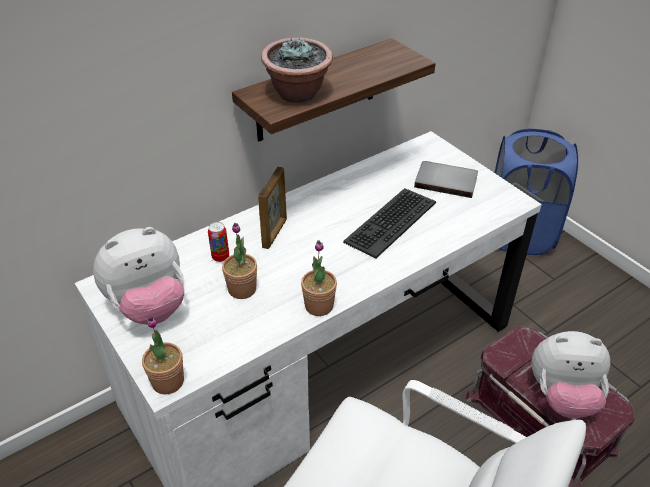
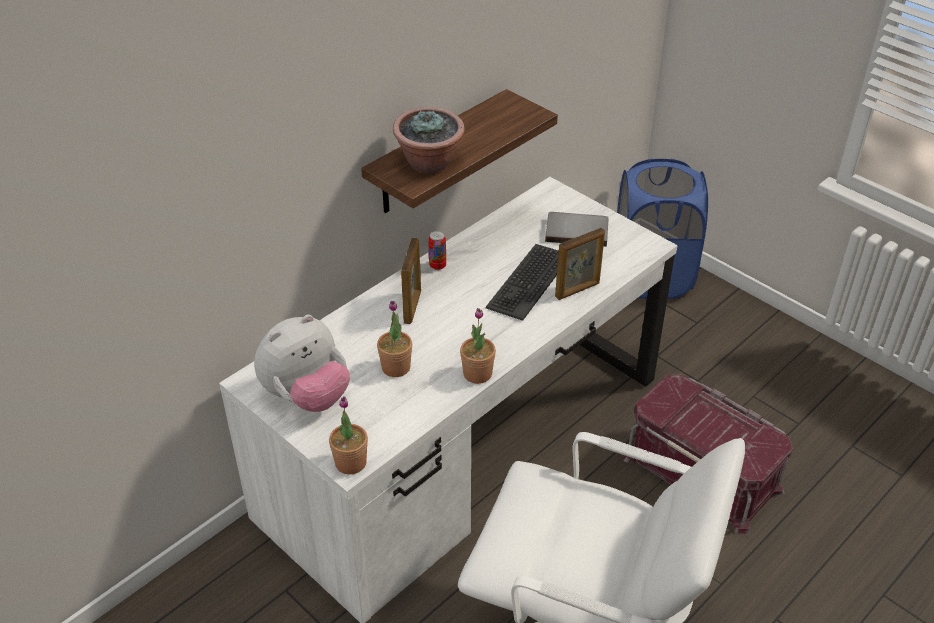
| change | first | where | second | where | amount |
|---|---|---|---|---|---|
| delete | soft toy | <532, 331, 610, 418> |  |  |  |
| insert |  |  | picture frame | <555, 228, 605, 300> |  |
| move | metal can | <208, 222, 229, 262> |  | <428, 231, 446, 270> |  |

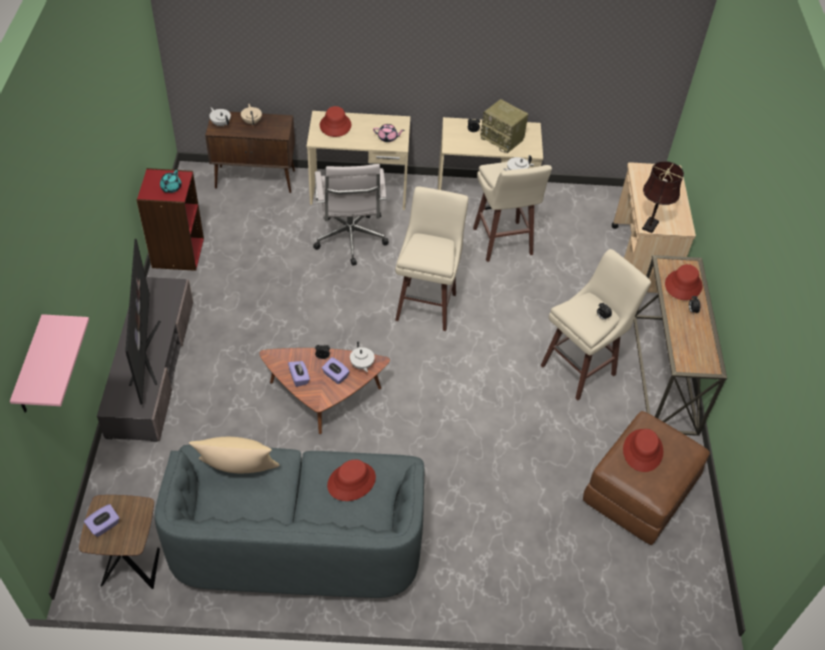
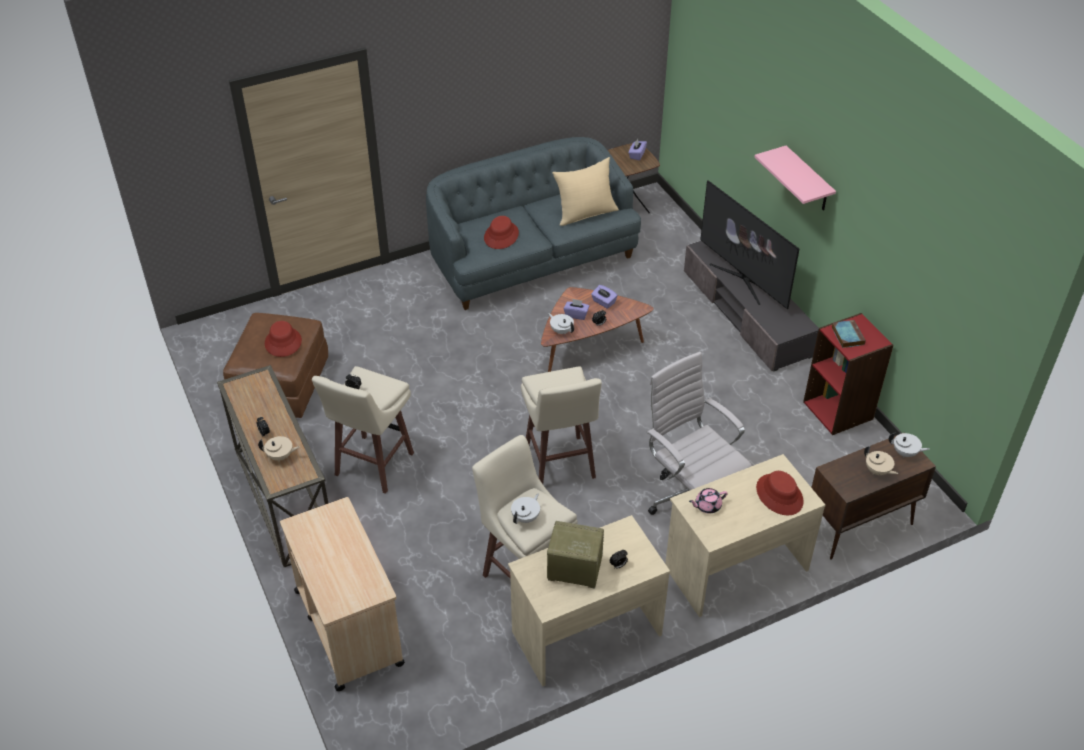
| change | first | where | second | where | amount |
|---|---|---|---|---|---|
| delete | brownish tabletop lamp | <642, 161, 684, 233> |  |  |  |
| move | pink wall shelf | <10, 314, 89, 413> |  | <754, 146, 836, 211> |  |
| replace | turquoise-coloured teapot | <160, 170, 182, 193> | bound book | <832, 320, 866, 348> |  |
| replace | red clothing hat | <665, 264, 702, 300> | beige-coloured teapot | <258, 436, 300, 461> |  |

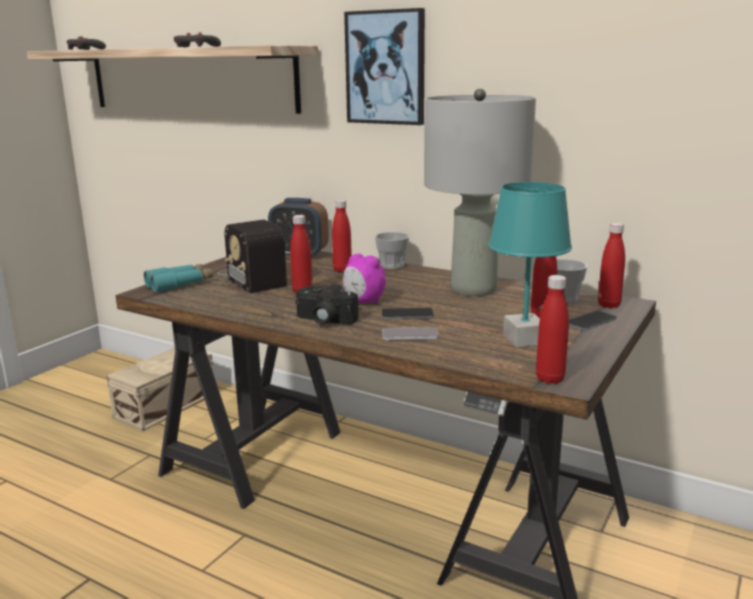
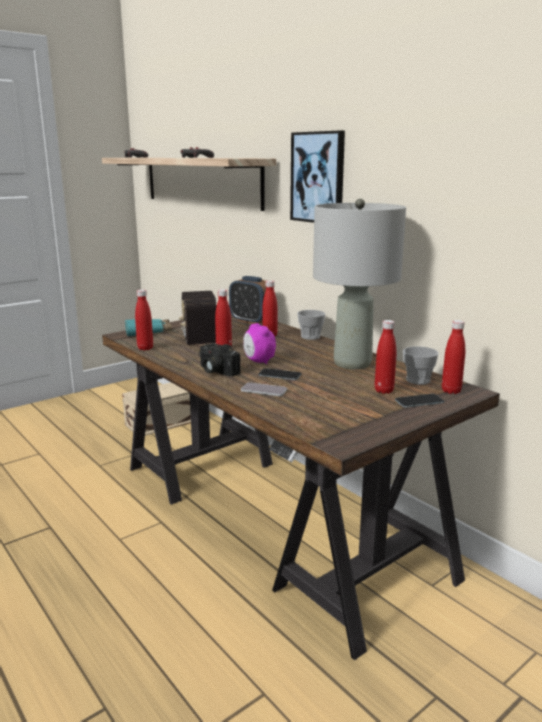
| change | first | where | second | where | amount |
|---|---|---|---|---|---|
| delete | turquoise-coloured tabletop lamp | <488, 182, 572, 347> |  |  |  |
| move | red drink bottle | <536, 275, 569, 384> |  | <135, 289, 153, 350> |  |

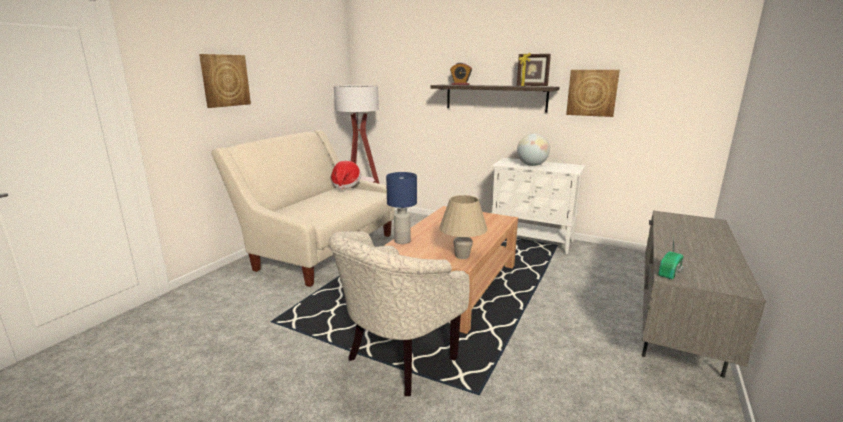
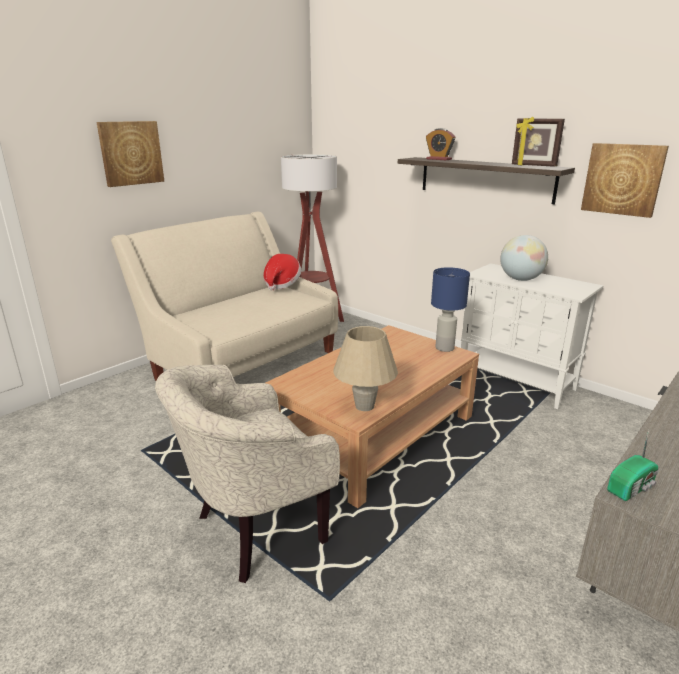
| change | first | where | second | where | amount |
|---|---|---|---|---|---|
| move | blue tabletop lamp | <386, 172, 417, 244> |  | <431, 267, 470, 352> |  |

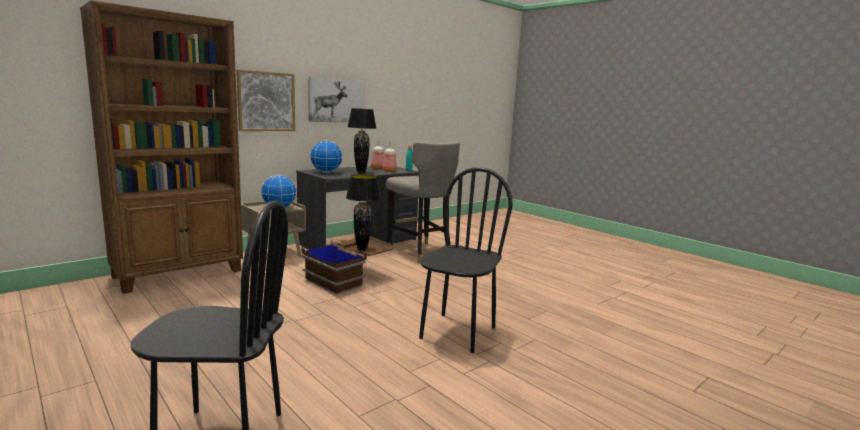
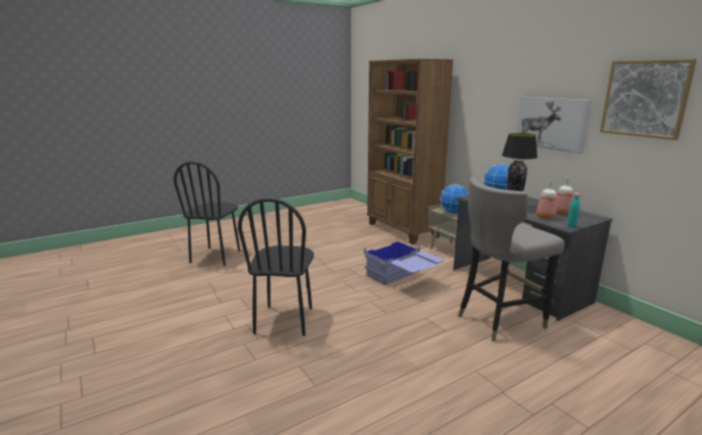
| change | first | where | second | where | amount |
|---|---|---|---|---|---|
| delete | black-coloured tabletop lamp | <346, 175, 380, 250> |  |  |  |
| move | wall picture | <236, 70, 295, 131> |  | <600, 59, 697, 140> |  |
| recolor | brownish storage box | <302, 239, 393, 295> | blue storage box | <364, 242, 444, 285> |  |
| rotate | black-coloured upright chair | <419, 167, 512, 353> |  | <238, 198, 314, 336> | 60 degrees clockwise |

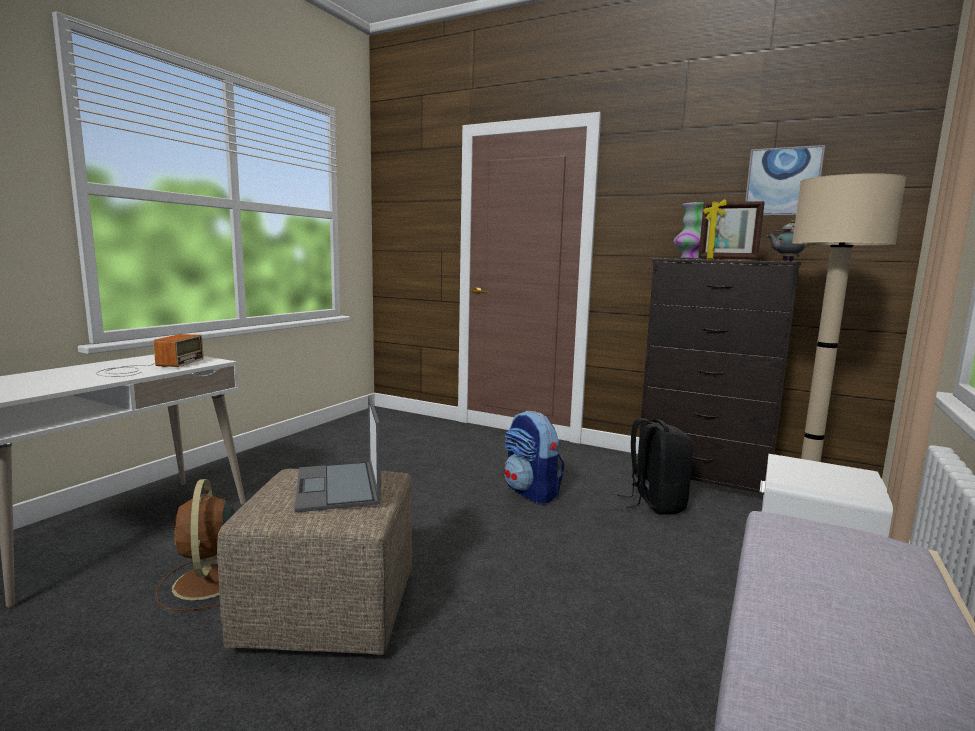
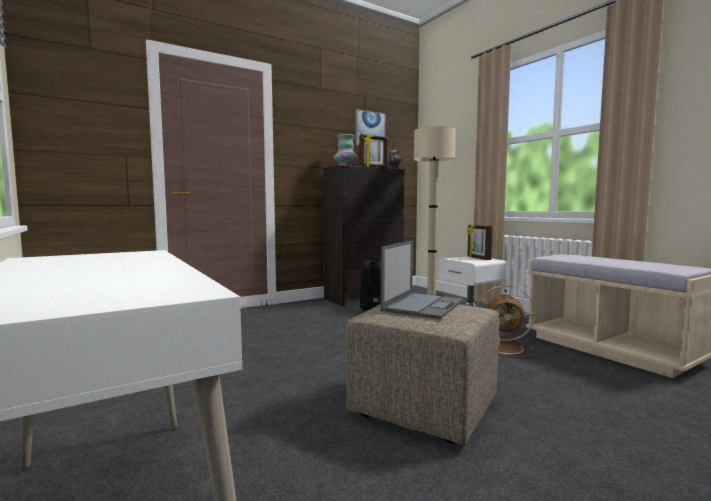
| change | first | where | second | where | amount |
|---|---|---|---|---|---|
| delete | radio set | <96, 334, 204, 377> |  |  |  |
| delete | knapsack | <504, 411, 565, 503> |  |  |  |
| insert |  |  | picture frame | <467, 224, 492, 260> |  |
| move | brownish cooling fan | <156, 479, 236, 611> |  | <477, 286, 535, 358> |  |
| rotate | laptop | <295, 395, 381, 512> |  | <380, 241, 463, 319> | 75 degrees counterclockwise |

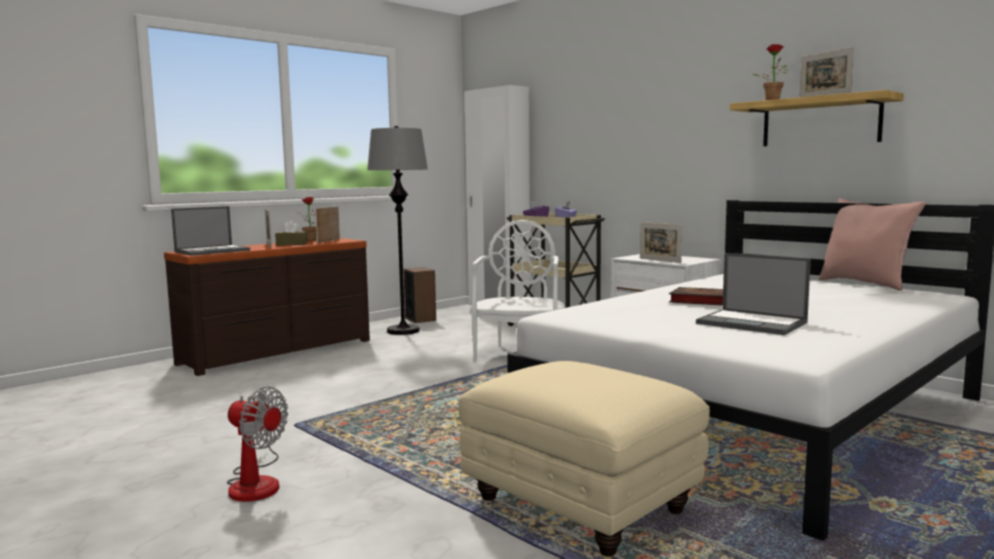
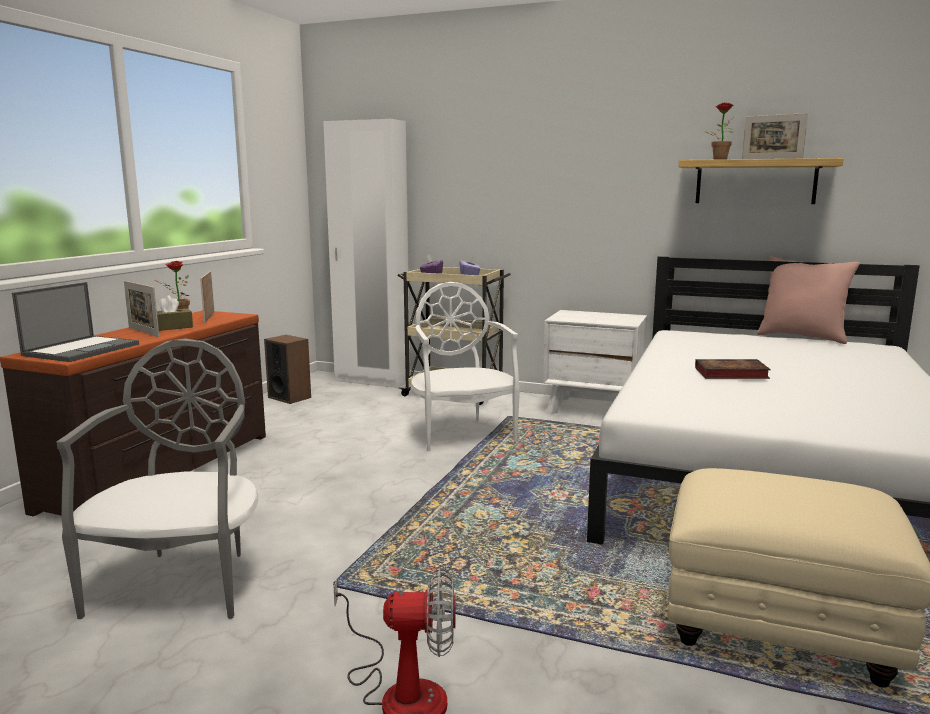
| change | first | where | second | where | amount |
|---|---|---|---|---|---|
| delete | greyish standard lamp | <367, 125, 428, 335> |  |  |  |
| delete | picture frame | <640, 222, 682, 263> |  |  |  |
| delete | laptop | <696, 253, 811, 335> |  |  |  |
| insert |  |  | greyish upright chair | <56, 338, 258, 619> |  |

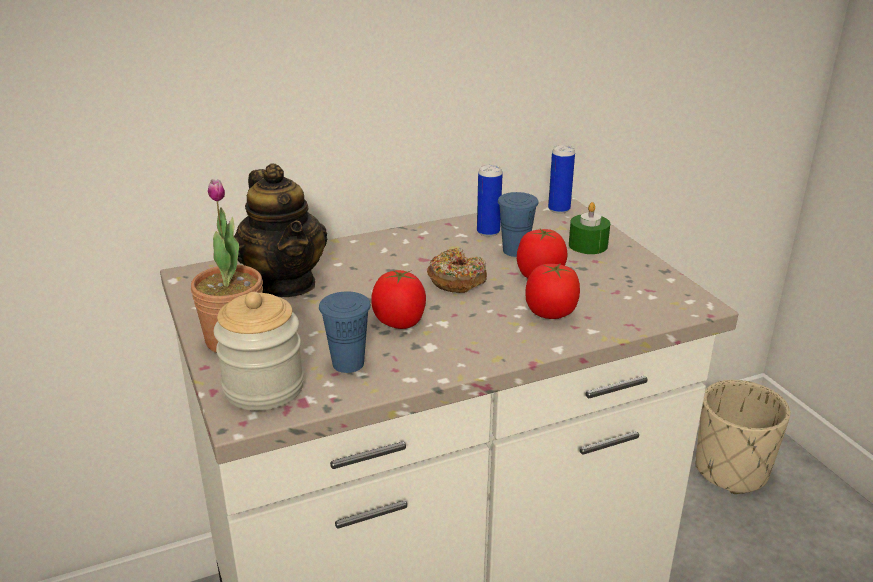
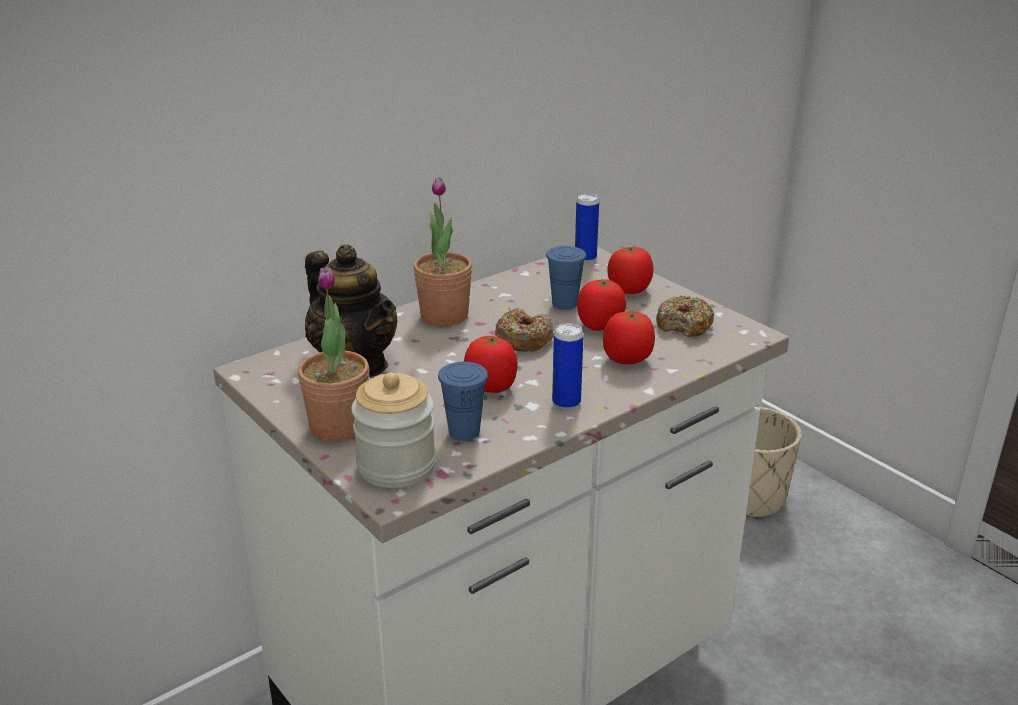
| change | first | where | second | where | amount |
|---|---|---|---|---|---|
| insert |  |  | houseplant | <413, 177, 472, 326> |  |
| insert |  |  | doughnut | <656, 295, 715, 337> |  |
| move | metal can | <477, 164, 503, 237> |  | <552, 323, 584, 409> |  |
| replace | green candle | <569, 202, 610, 254> | tomato | <608, 246, 654, 294> |  |

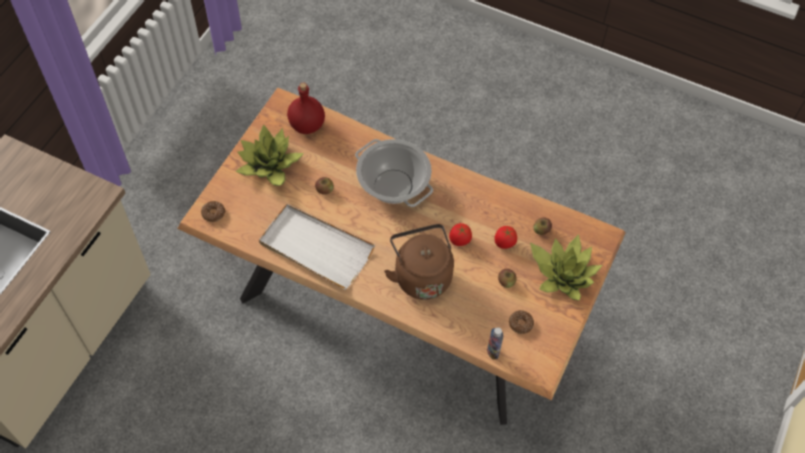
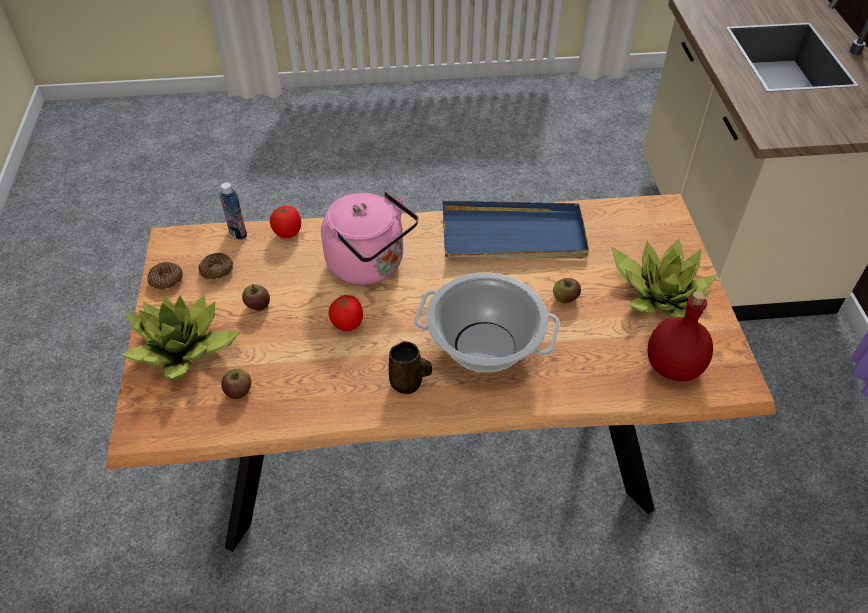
| change | first | where | second | where | amount |
|---|---|---|---|---|---|
| insert |  |  | brownish tea mug | <389, 341, 432, 394> |  |
| move | doughnut | <201, 201, 225, 222> |  | <147, 262, 183, 290> |  |
| move | tomato | <494, 226, 517, 249> |  | <270, 205, 301, 238> |  |
| recolor | white-coloured carrying tray | <259, 204, 375, 290> | blue carrying tray | <443, 200, 589, 258> |  |
| recolor | brownish kettle | <384, 224, 454, 300> | pink kettle | <321, 192, 418, 285> |  |

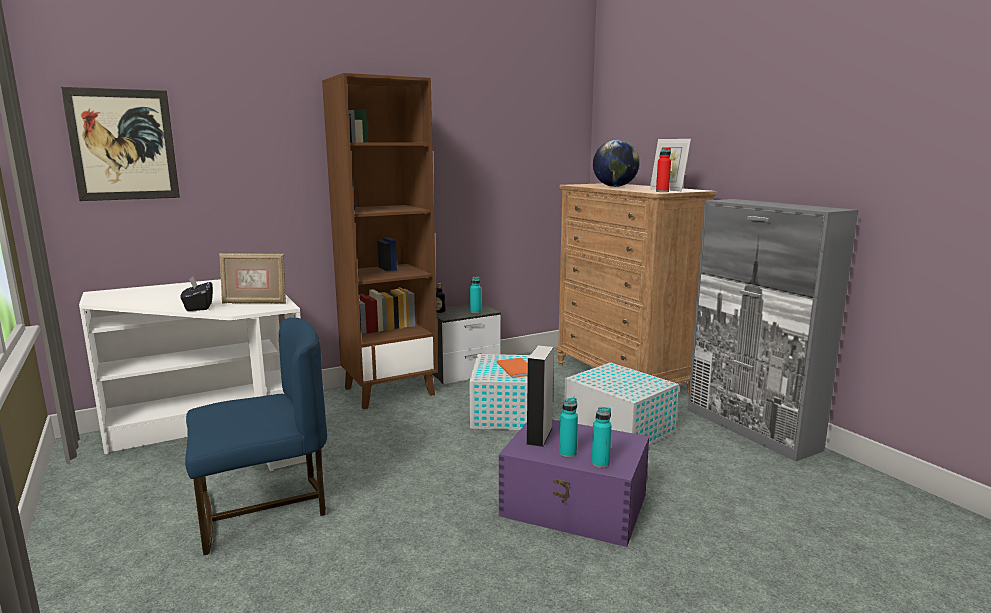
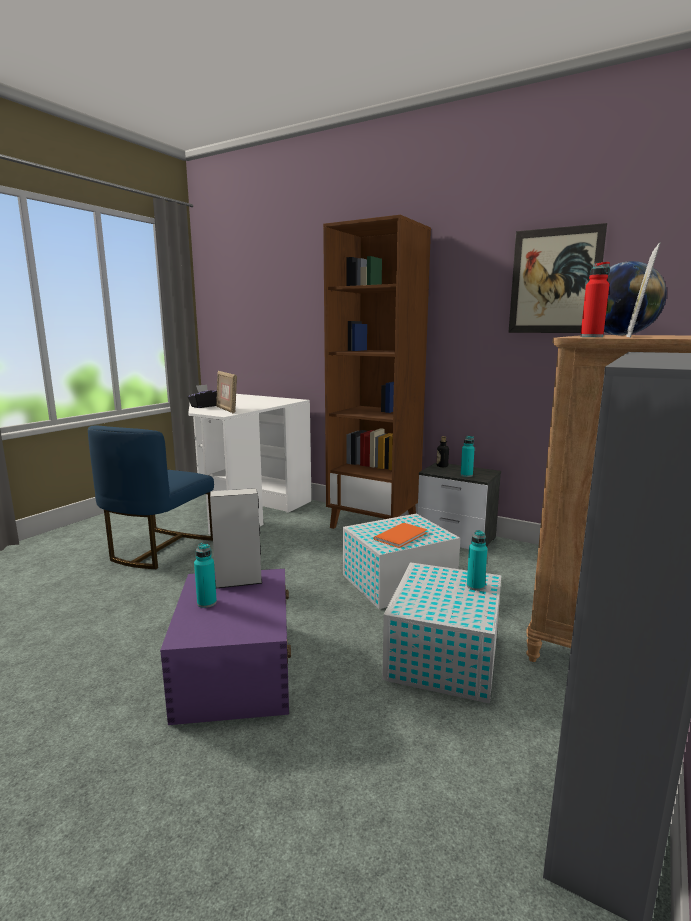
| change | first | where | second | where | amount |
|---|---|---|---|---|---|
| move | wall picture | <61, 87, 180, 201> |  | <508, 223, 607, 333> |  |
| move | turquoise-coloured drink bottle | <592, 407, 611, 468> |  | <467, 530, 487, 591> |  |
| rotate | blue upright chair | <185, 318, 327, 555> |  | <88, 426, 214, 569> | 75 degrees clockwise |

